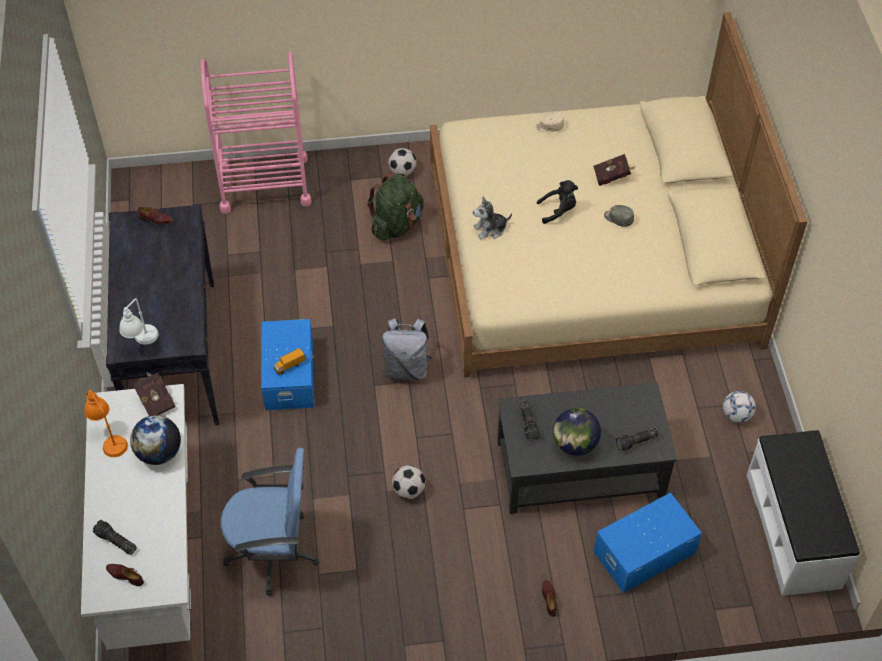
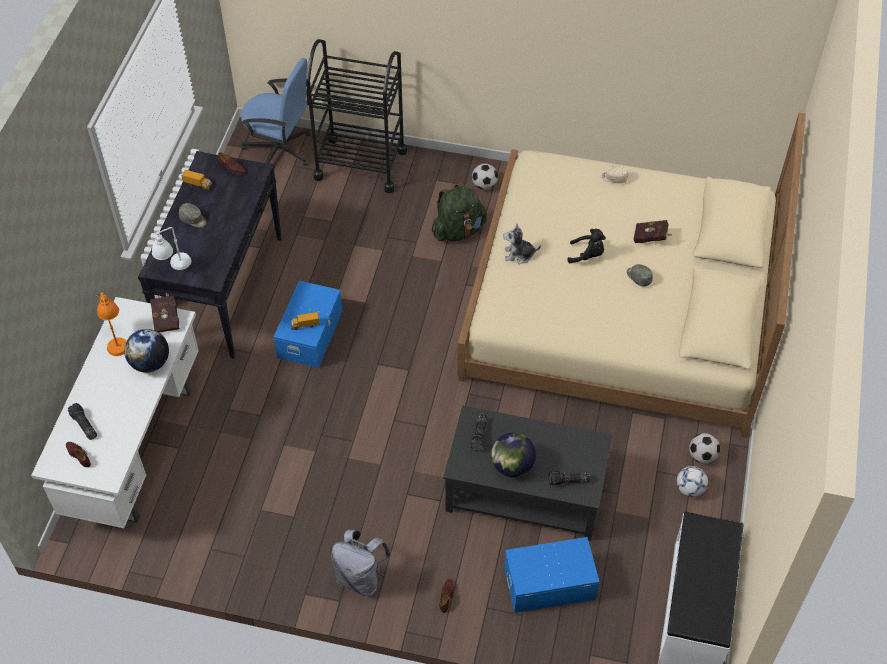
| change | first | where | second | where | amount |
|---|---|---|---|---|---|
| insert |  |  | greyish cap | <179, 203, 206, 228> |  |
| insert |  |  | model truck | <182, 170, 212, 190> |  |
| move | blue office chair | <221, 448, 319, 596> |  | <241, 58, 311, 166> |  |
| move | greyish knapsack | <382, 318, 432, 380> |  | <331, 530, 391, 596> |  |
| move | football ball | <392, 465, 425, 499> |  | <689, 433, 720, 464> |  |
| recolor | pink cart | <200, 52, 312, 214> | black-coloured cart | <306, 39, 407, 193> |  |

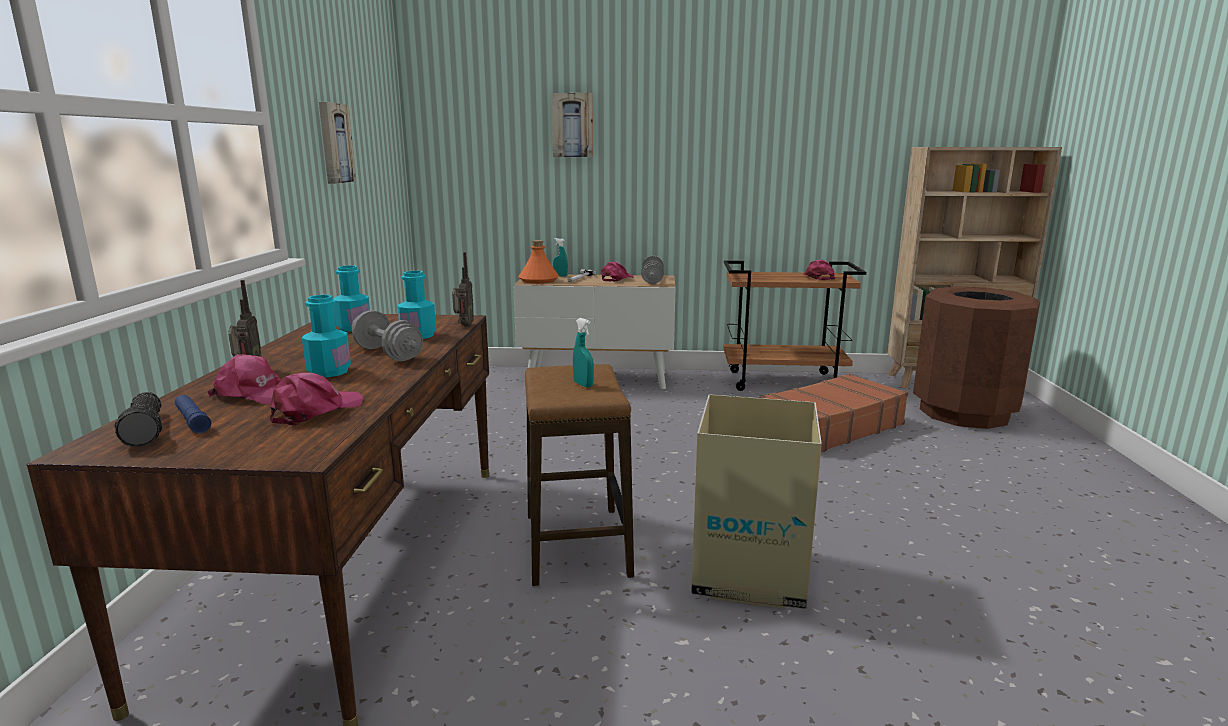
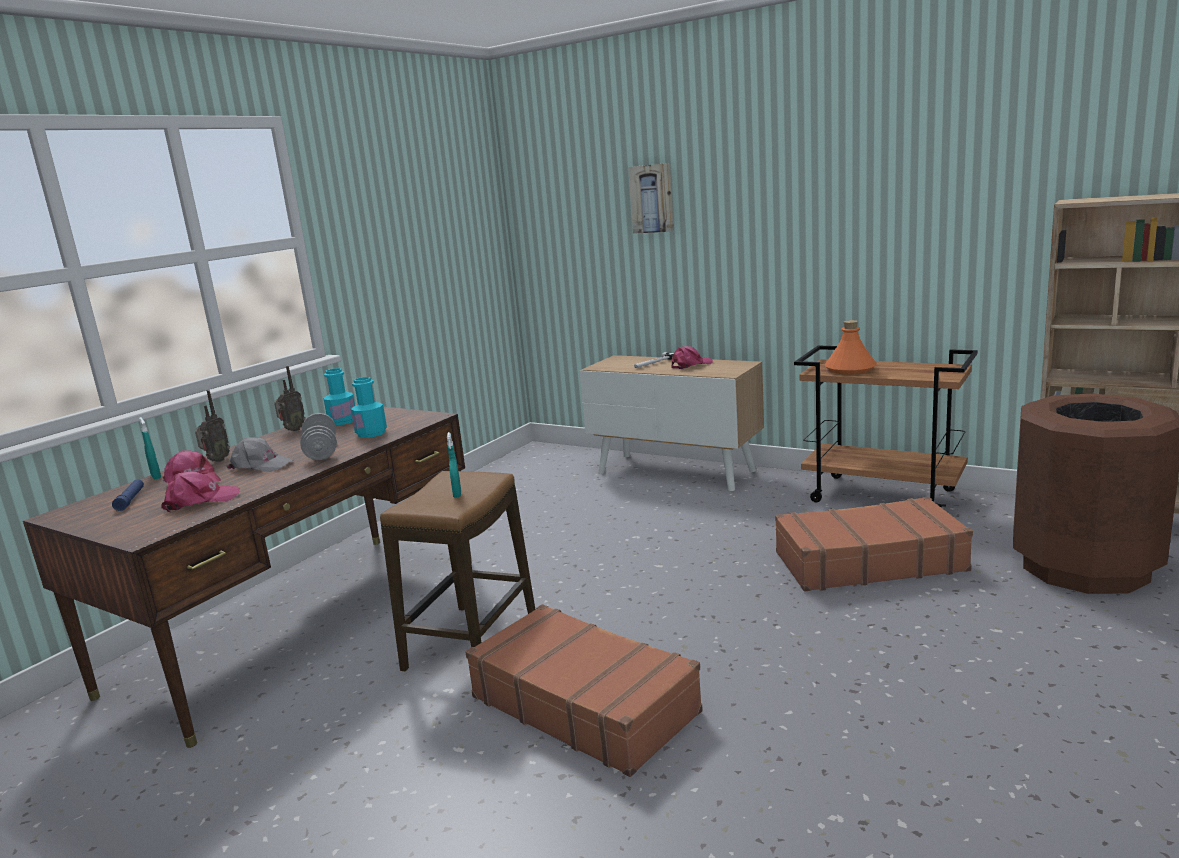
| change | first | where | second | where | amount |
|---|---|---|---|---|---|
| delete | flashlight | <115, 392, 162, 447> |  |  |  |
| delete | wall picture | <319, 102, 356, 184> |  |  |  |
| delete | greyish hand weight | <641, 256, 664, 284> |  |  |  |
| delete | pink cap | <803, 260, 835, 280> |  |  |  |
| move | radio set | <452, 252, 474, 327> |  | <274, 366, 306, 431> |  |
| move | orange-coloured drink bottle | <518, 240, 559, 284> |  | <825, 320, 877, 375> |  |
| move | turquoise-coloured hand sprayer | <553, 238, 568, 277> |  | <139, 417, 161, 480> |  |
| replace | turquoise-coloured drink bottle | <302, 295, 351, 378> | greyish cap | <227, 437, 293, 472> |  |
| replace | cardboard box | <691, 394, 822, 609> | brownish travel case | <465, 604, 703, 777> |  |

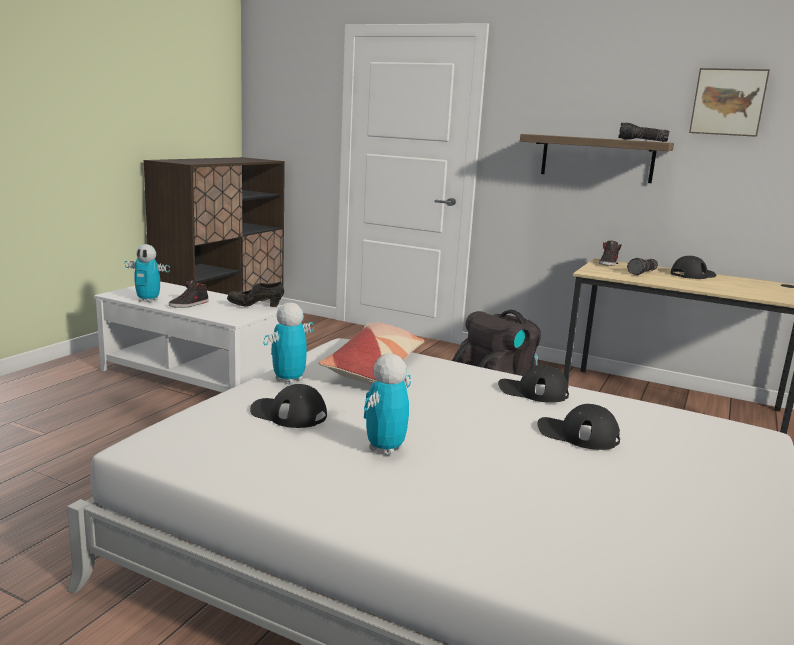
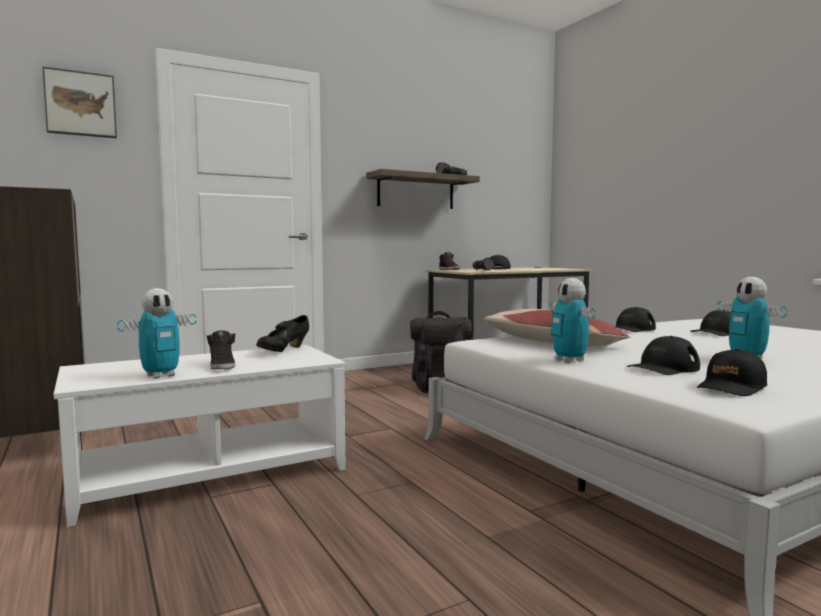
| change | first | where | second | where | amount |
|---|---|---|---|---|---|
| insert |  |  | black-coloured cap | <697, 349, 767, 396> |  |
| move | wall picture | <689, 68, 770, 137> |  | <43, 67, 117, 138> |  |

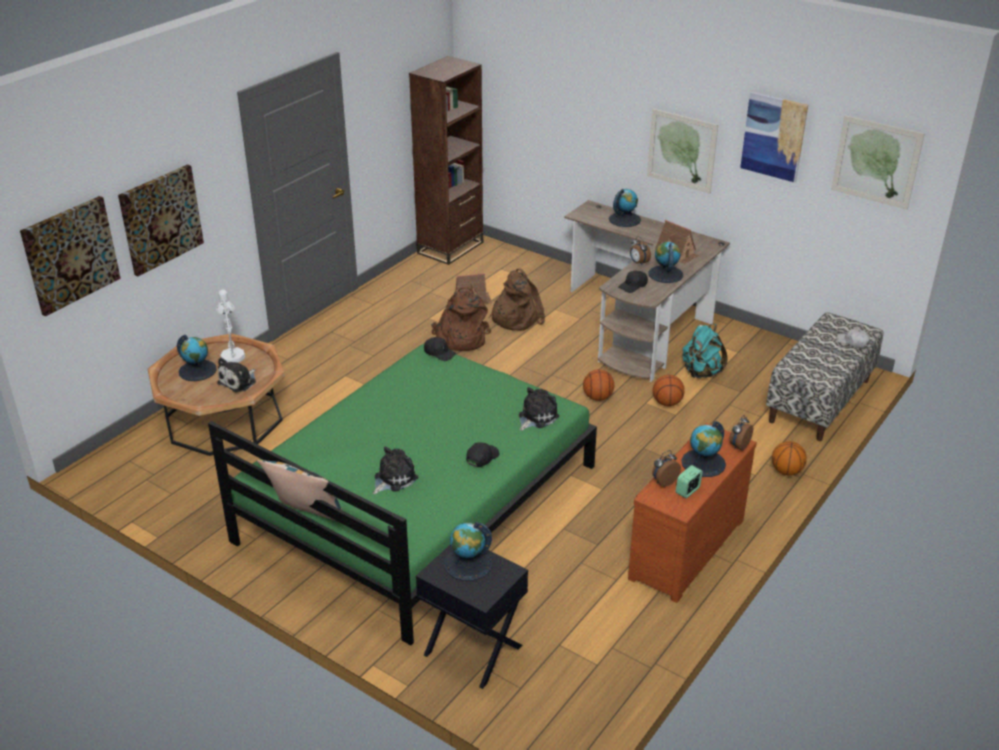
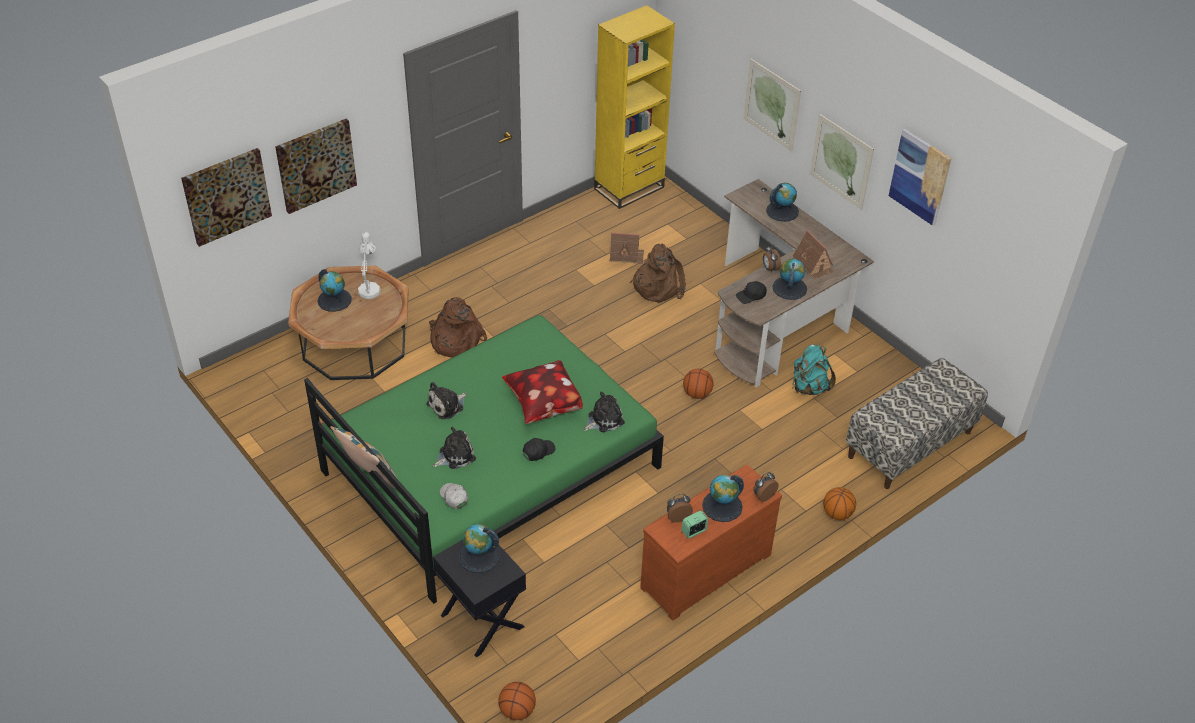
| change | first | where | second | where | amount |
|---|---|---|---|---|---|
| delete | black-coloured cap | <424, 337, 456, 361> |  |  |  |
| insert |  |  | cushion | <502, 360, 583, 424> |  |
| move | soft toy | <217, 358, 256, 393> |  | <427, 382, 466, 419> |  |
| move | brownish knapsack | <431, 286, 491, 351> |  | <429, 297, 487, 358> |  |
| move | ball for basketball | <653, 375, 685, 406> |  | <498, 682, 536, 720> |  |
| move | wall picture | <831, 115, 925, 210> |  | <743, 59, 801, 152> |  |
| move | white-coloured cap | <836, 328, 870, 349> |  | <440, 483, 468, 509> |  |
| recolor | brownish bookcase | <409, 56, 483, 265> | yellow-coloured bookcase | <594, 5, 675, 209> |  |

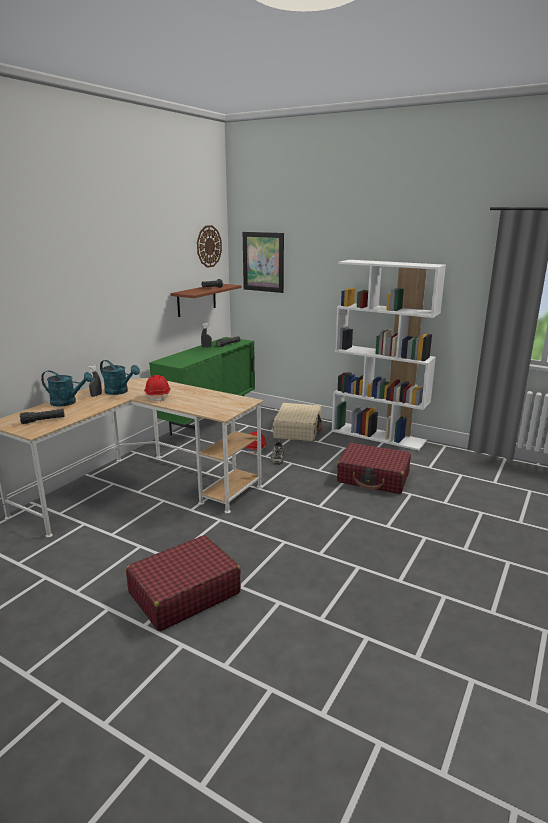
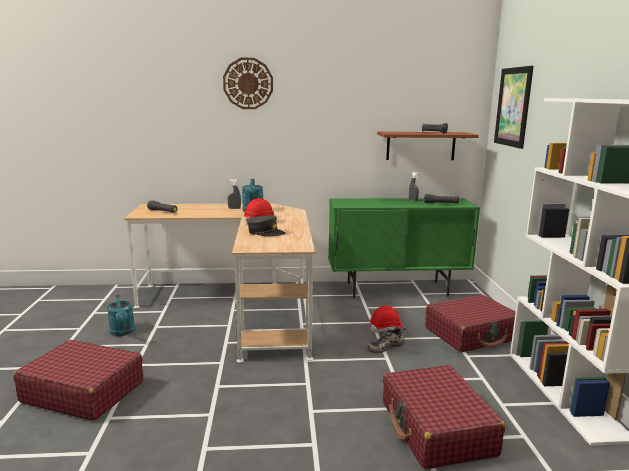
| change | first | where | second | where | amount |
|---|---|---|---|---|---|
| insert |  |  | greyish cap | <246, 215, 286, 236> |  |
| move | turquoise-coloured watering pot | <41, 370, 93, 407> |  | <107, 294, 135, 336> |  |
| move | wall clock | <197, 225, 222, 268> |  | <223, 58, 273, 109> |  |
| recolor | beige-coloured travel case | <273, 403, 322, 441> | red travel case | <425, 295, 516, 352> |  |

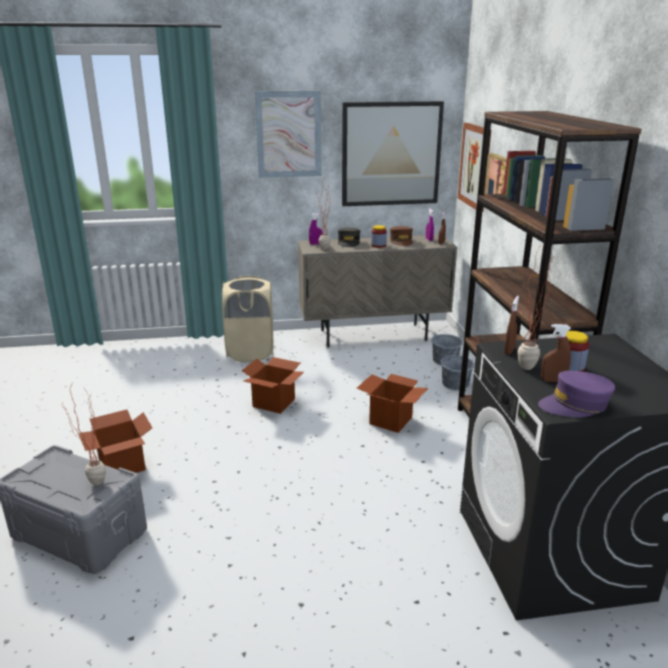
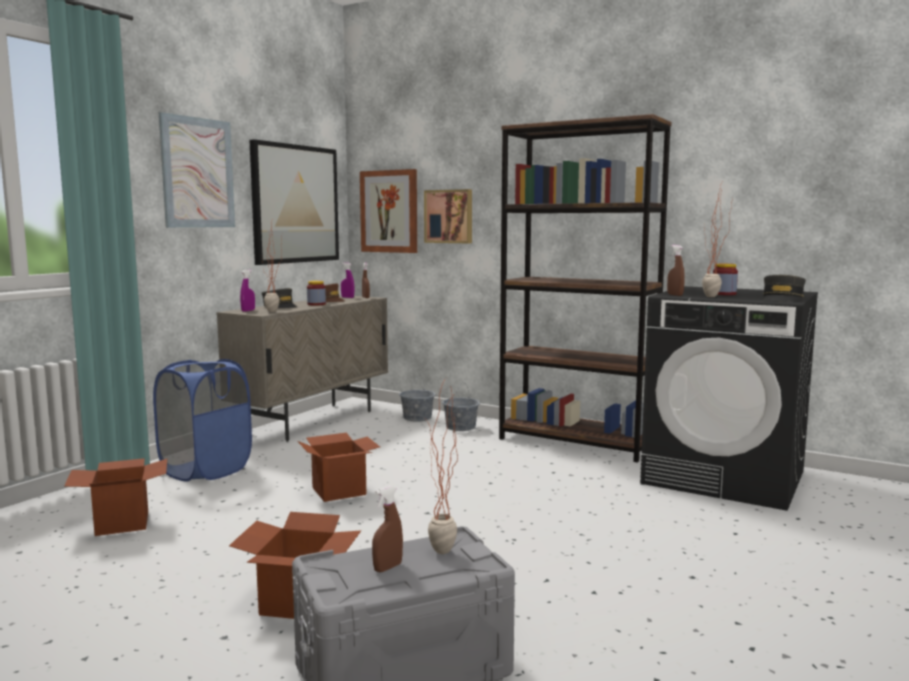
| change | first | where | second | where | amount |
|---|---|---|---|---|---|
| move | cardboard box | <357, 374, 428, 433> |  | <64, 458, 167, 536> |  |
| move | brownish hand sprayer | <541, 324, 571, 382> |  | <372, 486, 403, 572> |  |
| recolor | beige-coloured hamper | <222, 276, 273, 362> | blue hamper | <153, 359, 252, 482> |  |
| recolor | purple-coloured cap | <538, 371, 615, 417> | greyish cap | <762, 275, 806, 301> |  |

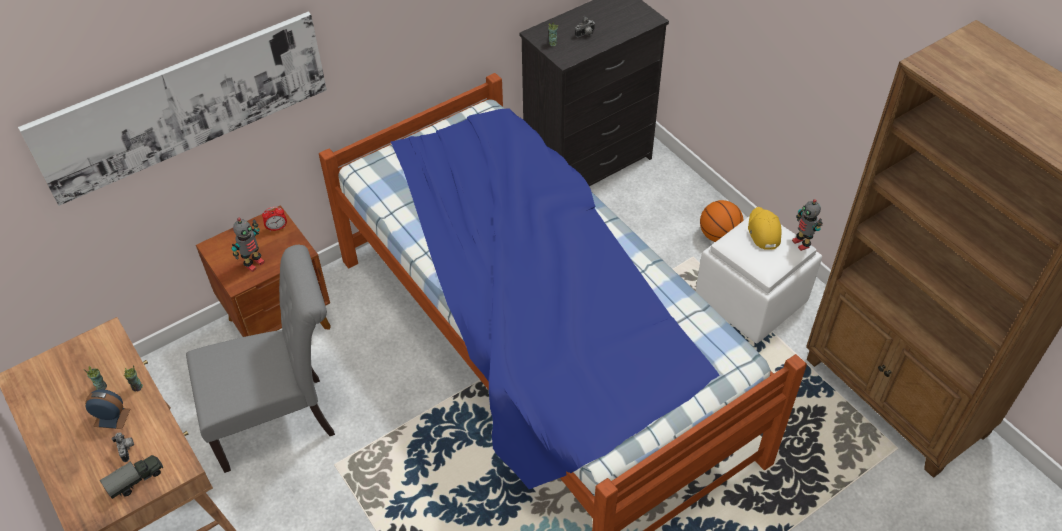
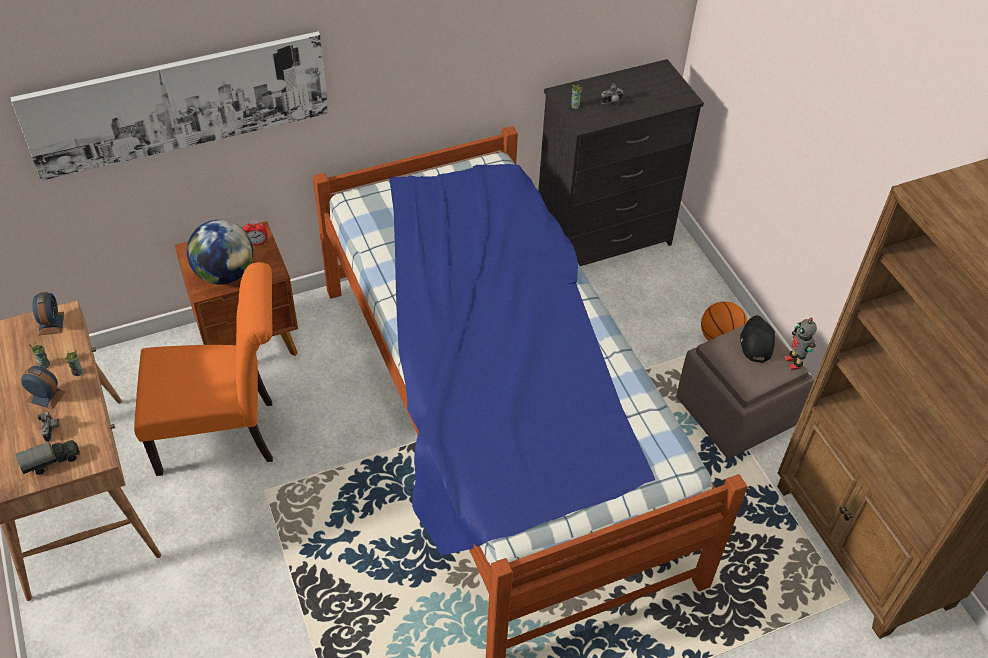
| change | first | where | second | where | amount |
|---|---|---|---|---|---|
| insert |  |  | table clock | <33, 292, 64, 335> |  |
| replace | robot figure | <232, 218, 265, 272> | desk globe | <187, 220, 253, 285> |  |
| recolor | greyish upright chair | <186, 245, 335, 473> | orange-coloured upright chair | <134, 262, 273, 476> |  |
| recolor | white-coloured pouffe | <696, 216, 822, 344> | brownish pouffe | <677, 324, 814, 459> |  |
| recolor | yellow-coloured cap | <748, 207, 782, 250> | black-coloured cap | <740, 315, 775, 363> |  |

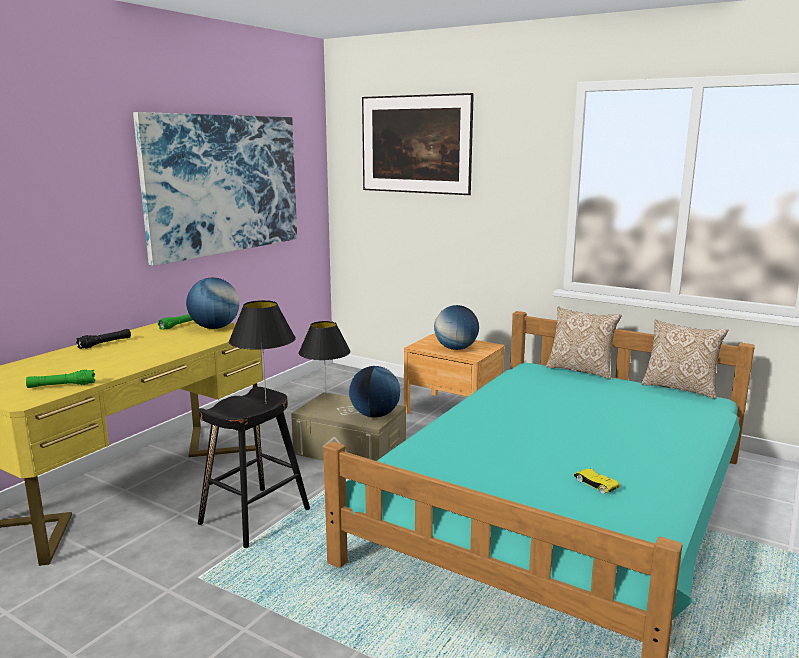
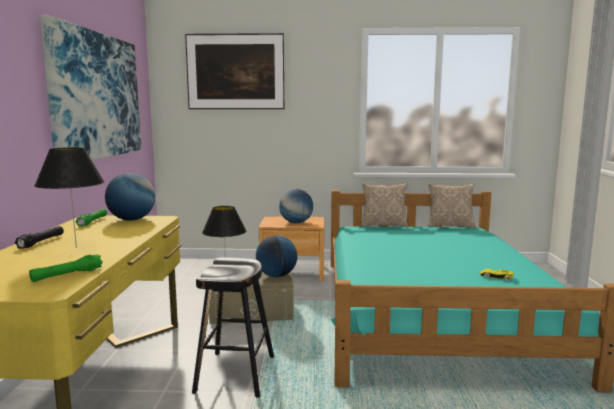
| change | first | where | second | where | amount |
|---|---|---|---|---|---|
| move | black-coloured tabletop lamp | <229, 300, 296, 404> |  | <34, 147, 104, 248> |  |

